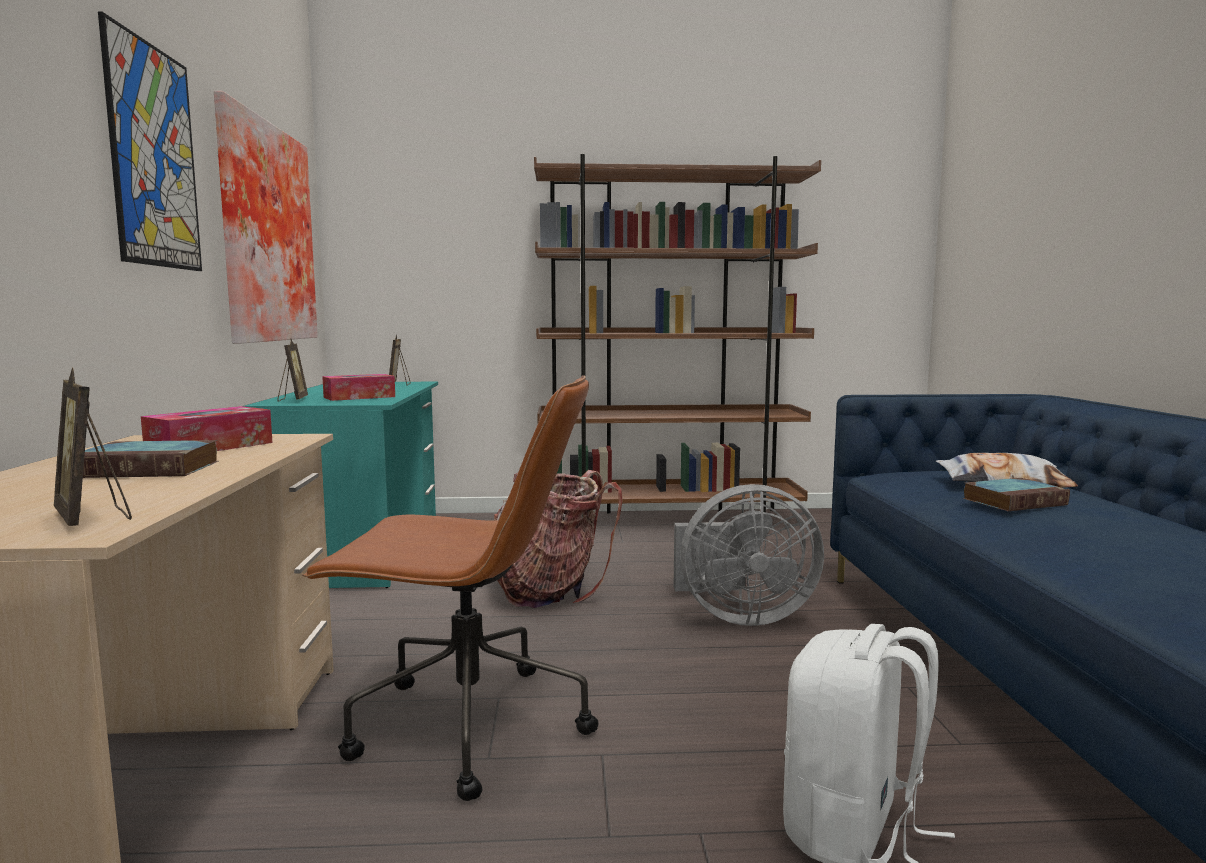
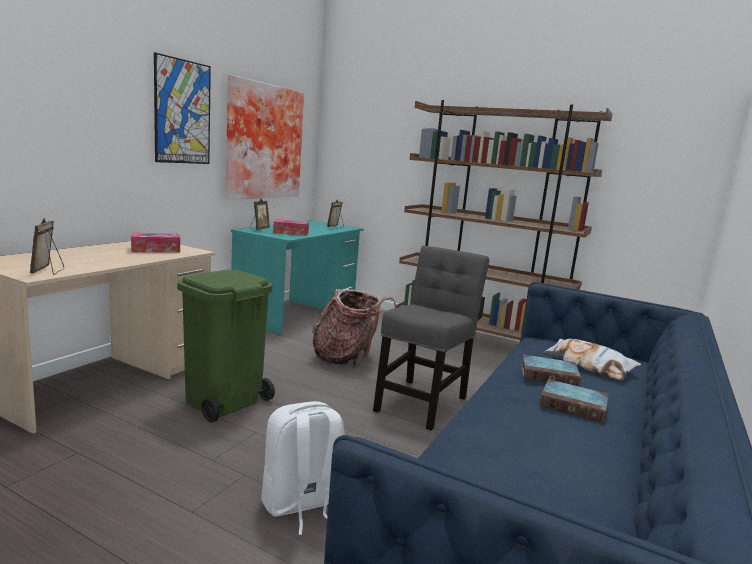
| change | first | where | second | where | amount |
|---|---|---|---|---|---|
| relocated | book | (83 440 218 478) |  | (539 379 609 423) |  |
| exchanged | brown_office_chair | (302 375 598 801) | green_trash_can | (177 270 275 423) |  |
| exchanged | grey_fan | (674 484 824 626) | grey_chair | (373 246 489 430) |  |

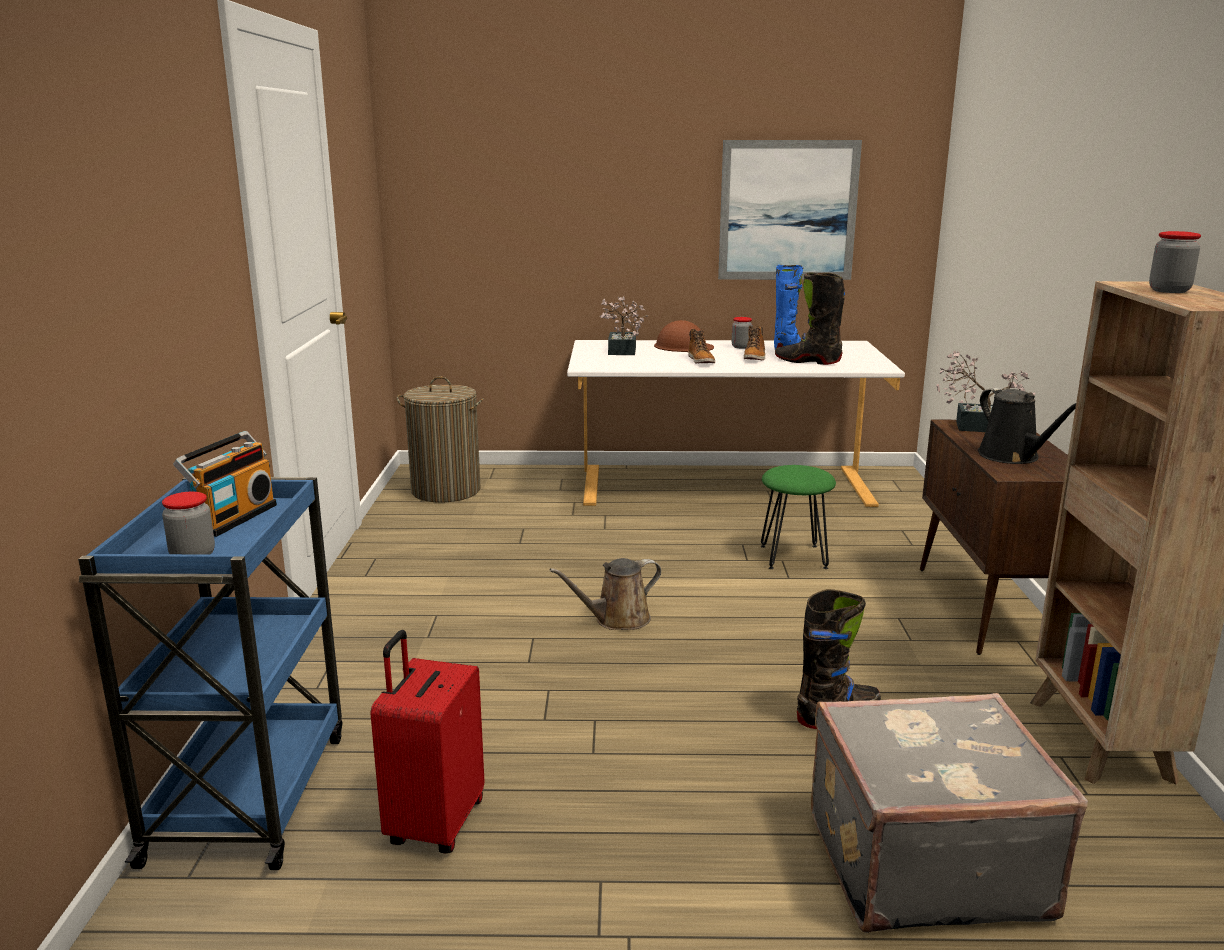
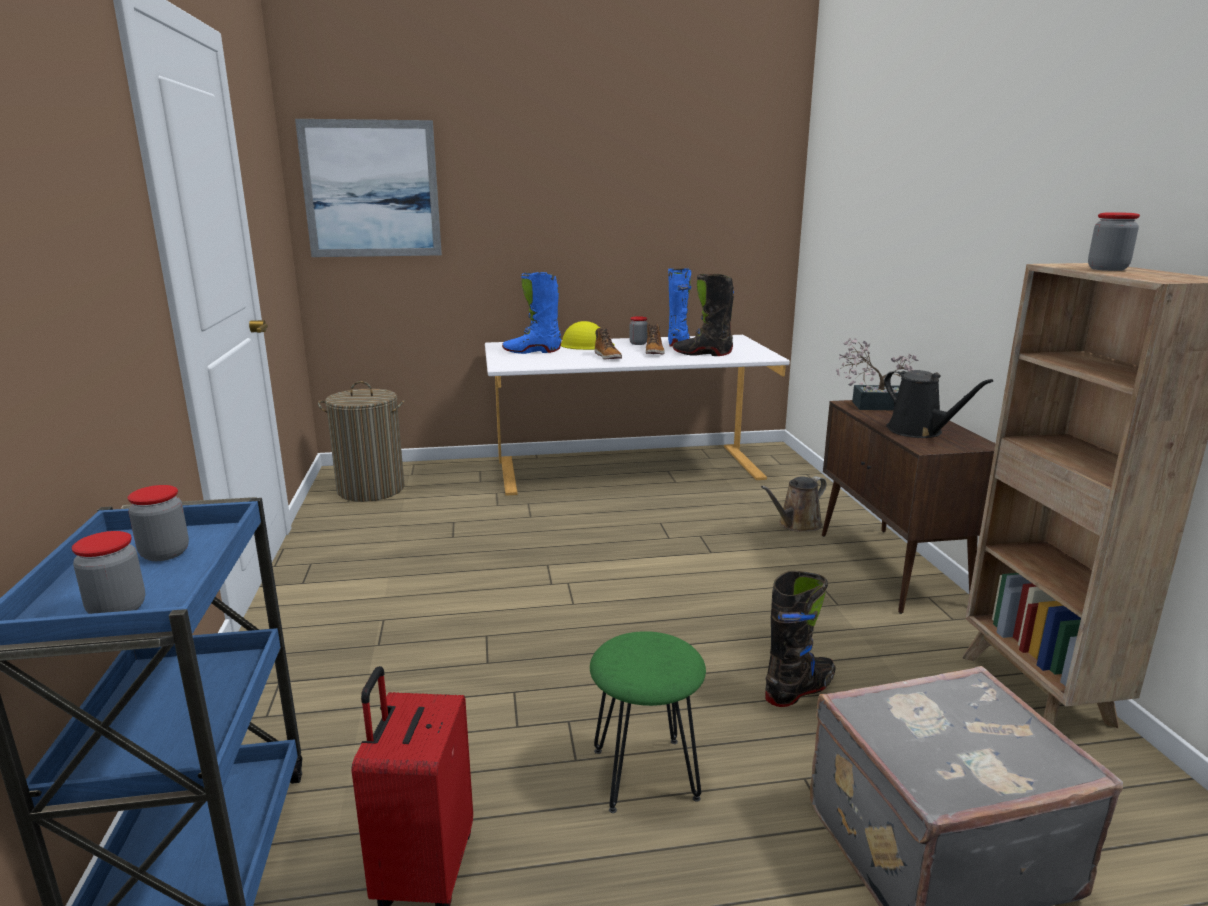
| change | first | where | second | where | amount |
|---|---|---|---|---|---|
| exchanged | radio | (173 431 277 537) | jar | (128 485 189 561) |  |
| relocated | brown_watering_can | (550 558 661 630) |  | (761 476 826 532) |  |
| exchanged | potted_plant | (599 297 648 355) | blue_boot | (502 272 561 354) |  |
| colour | brown_hard_hat | (654 320 714 352) | yellow_hard_hat | (561 321 615 350) |  |
| relocated | picture | (718 140 862 280) |  | (295 119 442 257) |  |
| relocated | green_stool | (761 465 836 569) |  | (590 631 706 813) |  |

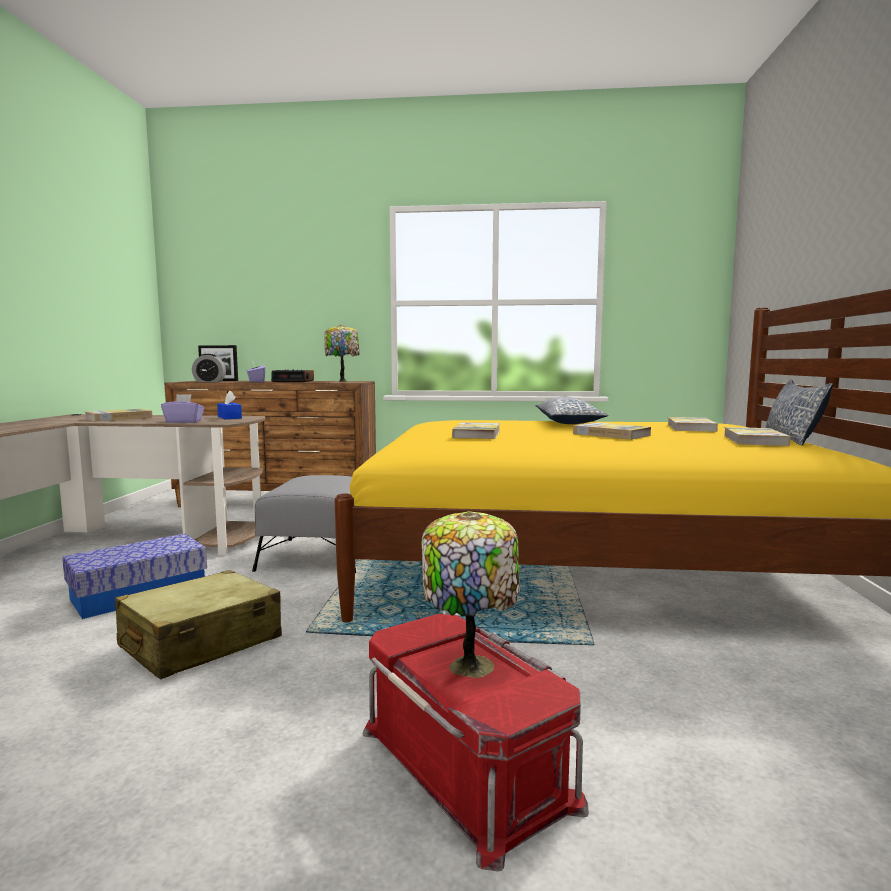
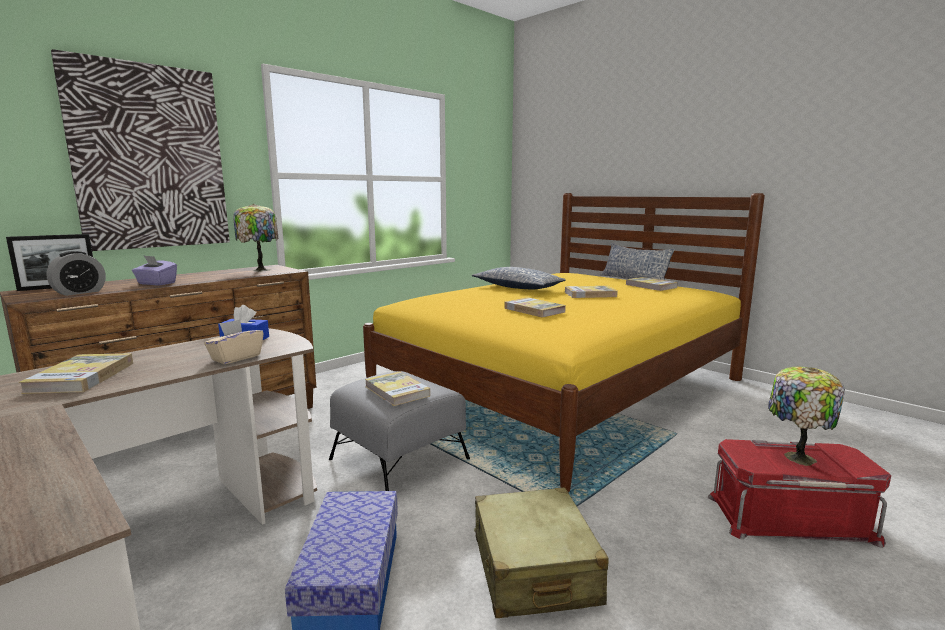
| change | first | where | second | where | amount |
|---|---|---|---|---|---|
| colour | purple_tissue_box | (161 394 204 423) | beige_tissue_box | (204 319 264 364) |  |
| missing | alarm_clock | (271 369 314 382) |  |  |  |
| relocated | book | (667 417 718 432) |  | (365 371 430 406) |  |
| appeared |  |  | picture | (51 49 230 251) |  |

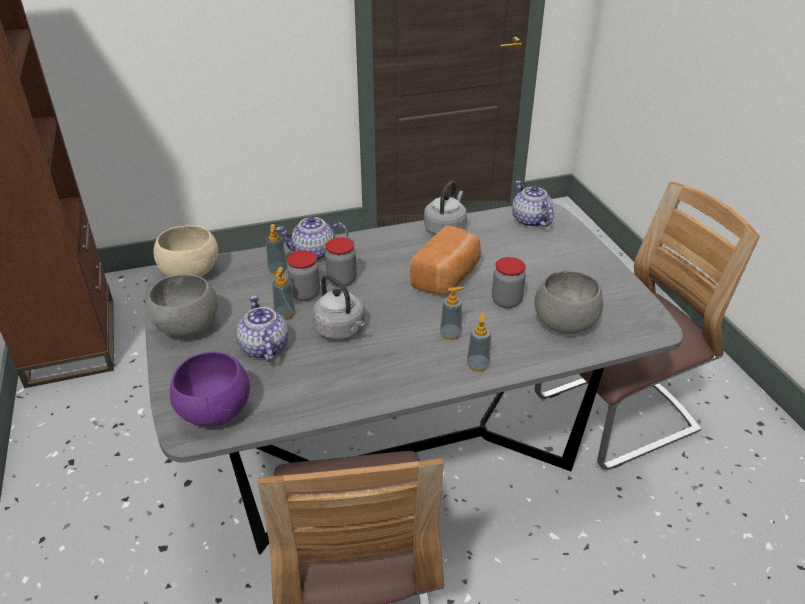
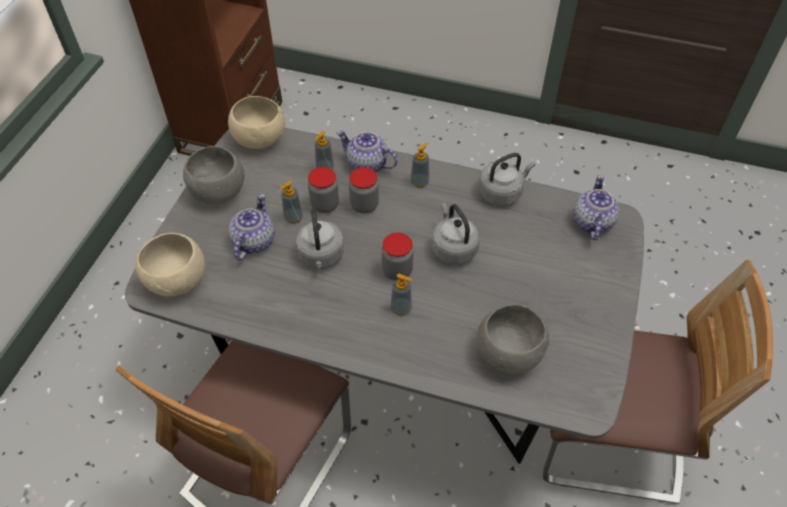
| change | first | where | second | where | amount |
|---|---|---|---|---|---|
| colour | purple_bowl | (170 352 250 426) | beige_bowl | (135 233 205 296) |  |
| exchanged | bread | (410 225 481 295) | grey_kettle | (432 203 480 265) |  |
| relocated | soap_dispenser | (467 312 491 372) |  | (411 142 429 188) |  |
| relocated | jar | (492 257 526 308) |  | (382 233 413 280) |  |

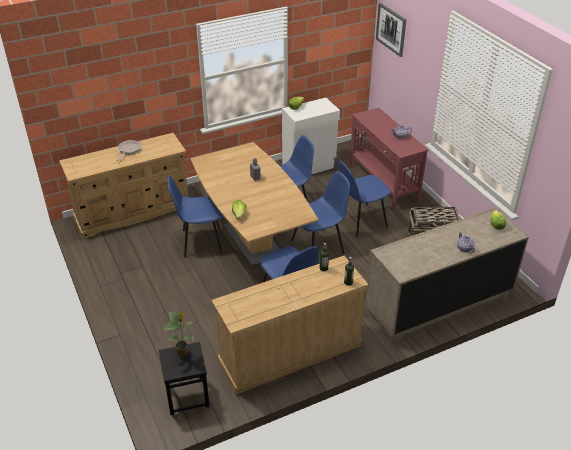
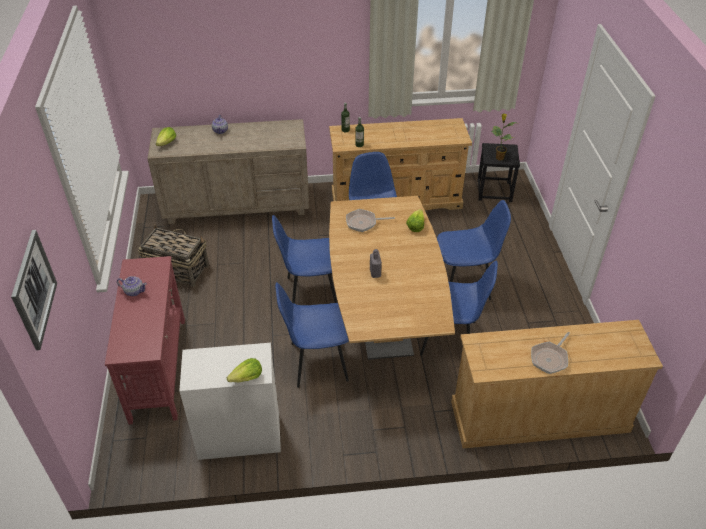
| change | first | where | second | where | amount |
|---|---|---|---|---|---|
| relocated | blue_chair | (338 160 391 237) |  | (437 200 511 300) |  |
| appeared |  |  | frying_pan | (346 209 395 232) |  |

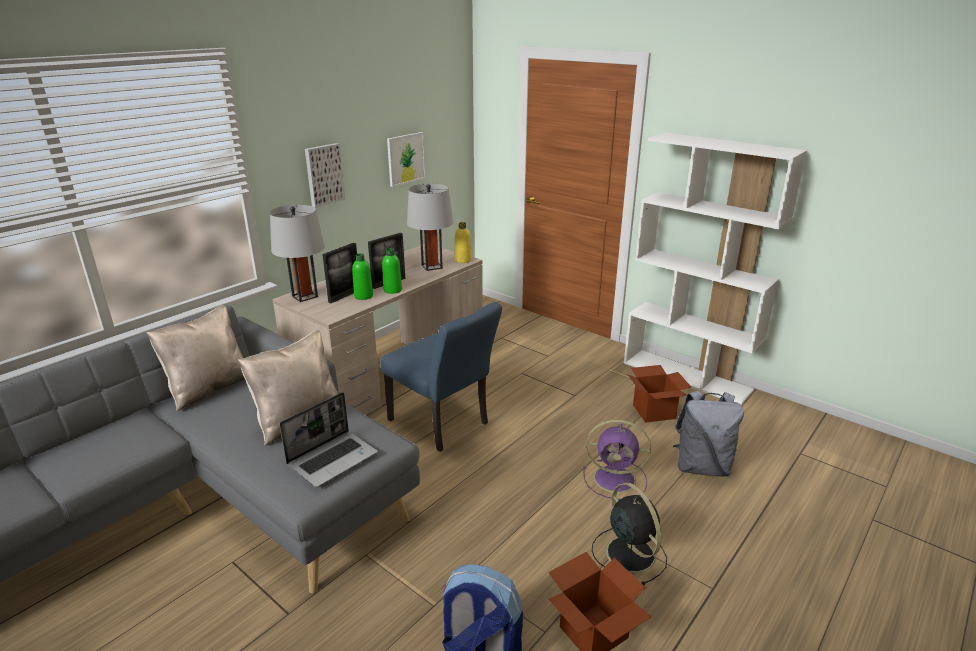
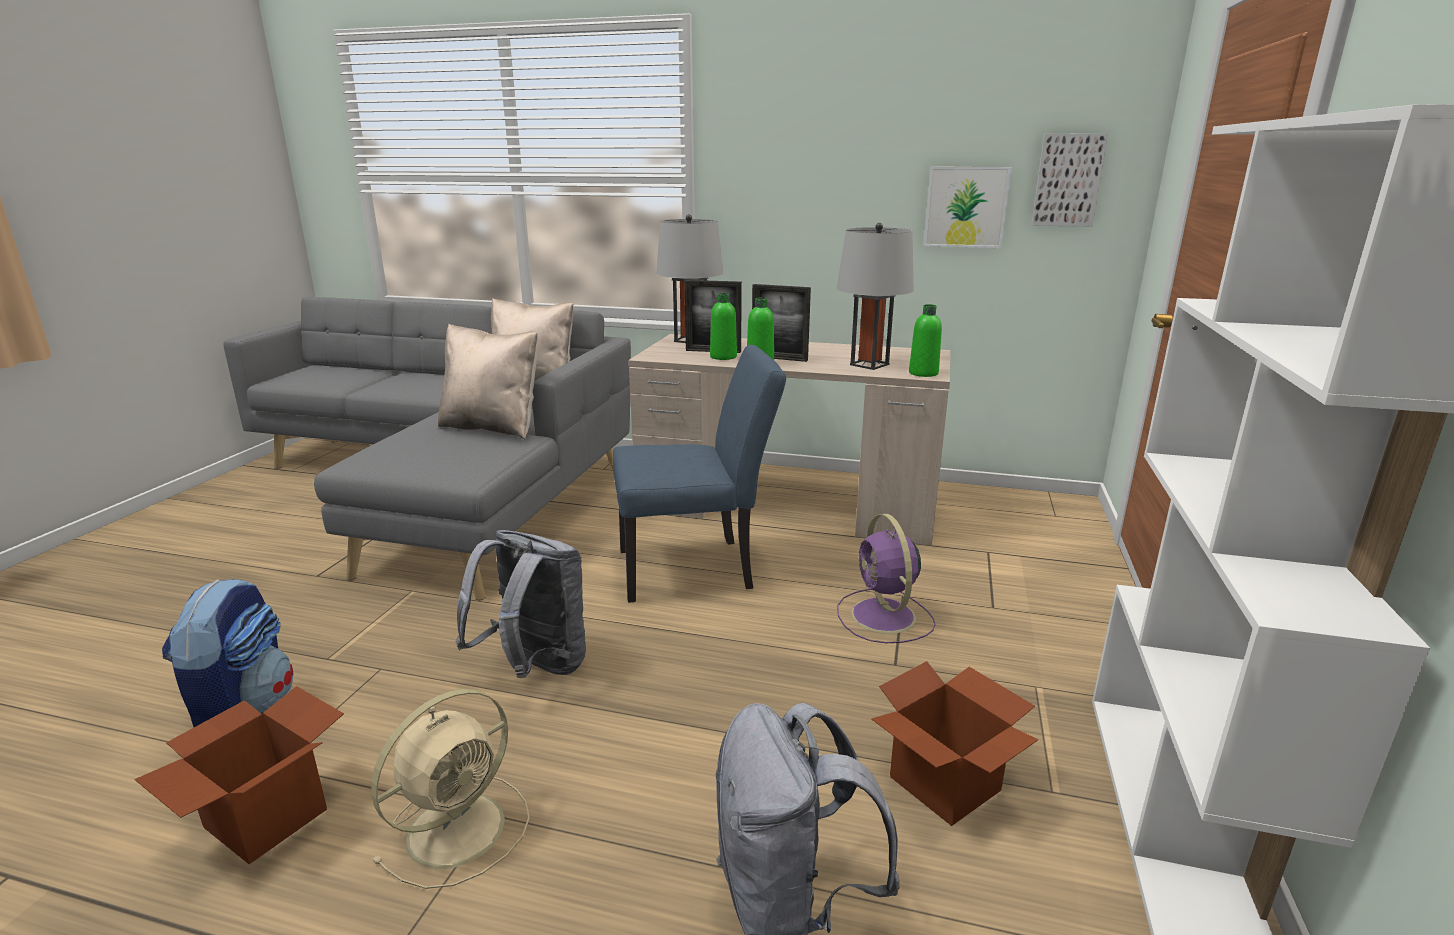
| change | first | where | second | where | amount |
|---|---|---|---|---|---|
| missing | laptop | (279 392 378 487) |  |  |  |
| relocated | picture | (305 143 345 207) |  | (1031 133 1108 227) |  |
| spun | blue_chair | (380 302 502 452) |  | (613 345 786 603) | 120 degrees counterclockwise |
| colour | yellow_bottle | (455 222 471 263) | green_bottle | (909 304 942 377) |  |
| relocated | purple_fan | (583 420 651 500) |  | (837 514 936 643) |  |
| colour | black_fan | (592 482 667 585) | beige_fan | (371 689 530 889) |  |
| appeared |  |  | grey_backpack | (455 530 586 678) |  |

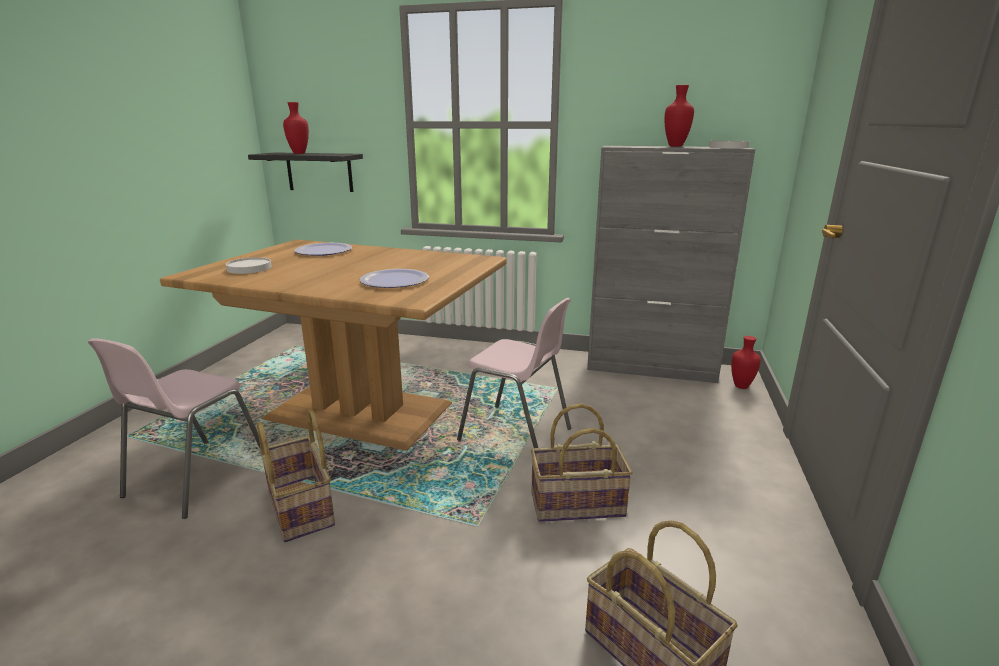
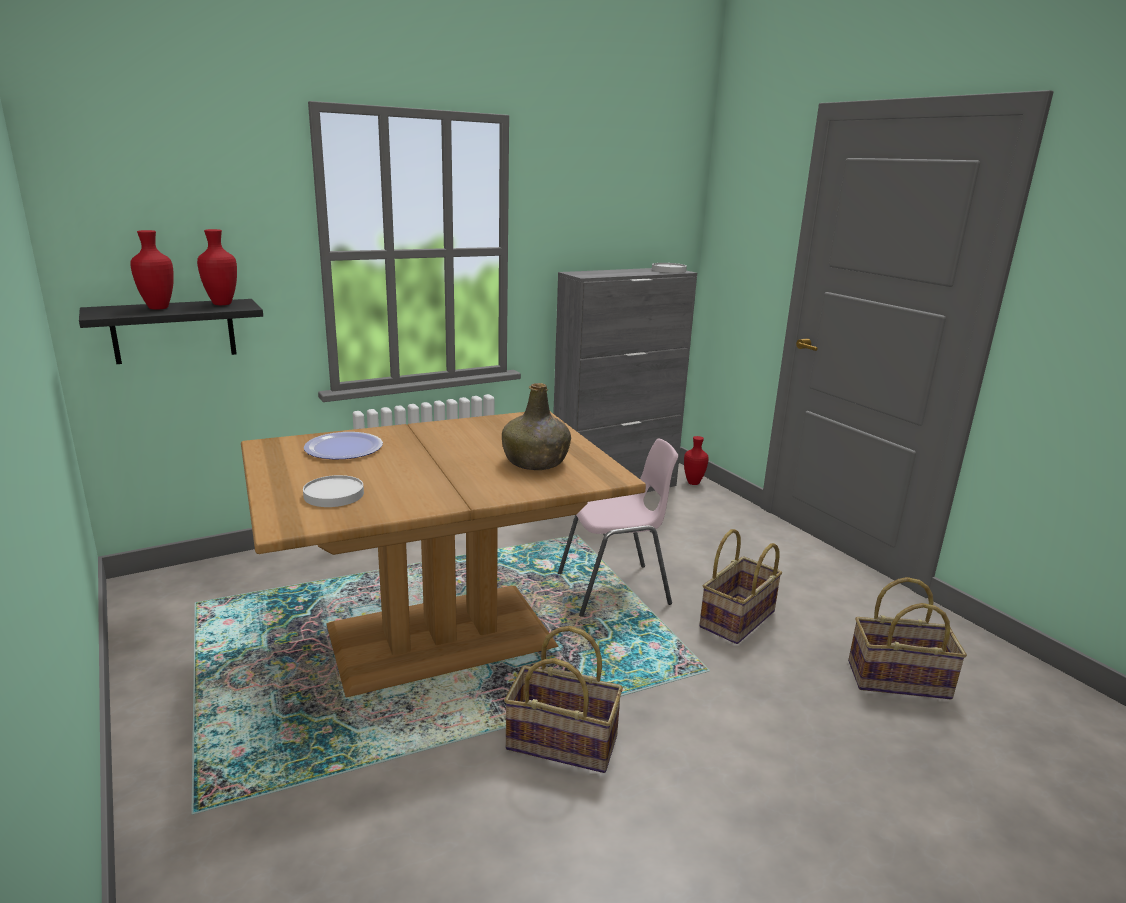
| change | first | where | second | where | amount |
|---|---|---|---|---|---|
| missing | pink_chair | (88 338 261 519) |  |  |  |
| exchanged | plate | (359 269 429 288) | green_bottle | (502 383 571 470) |  |
| relocated | red_vase | (665 85 694 147) |  | (197 229 237 305) |  |

